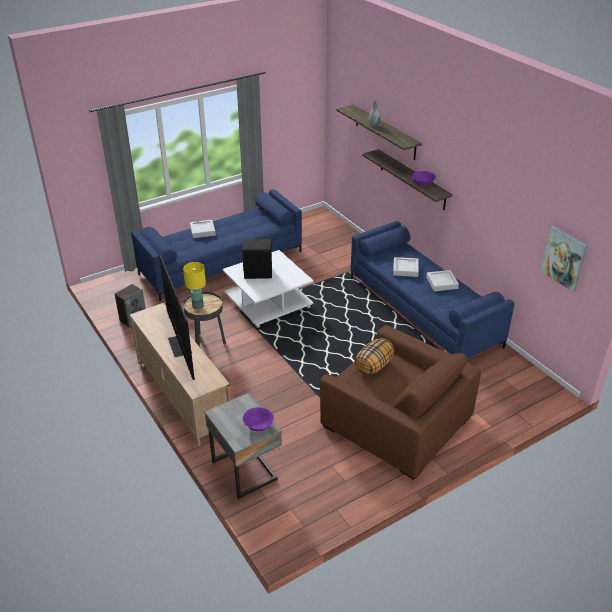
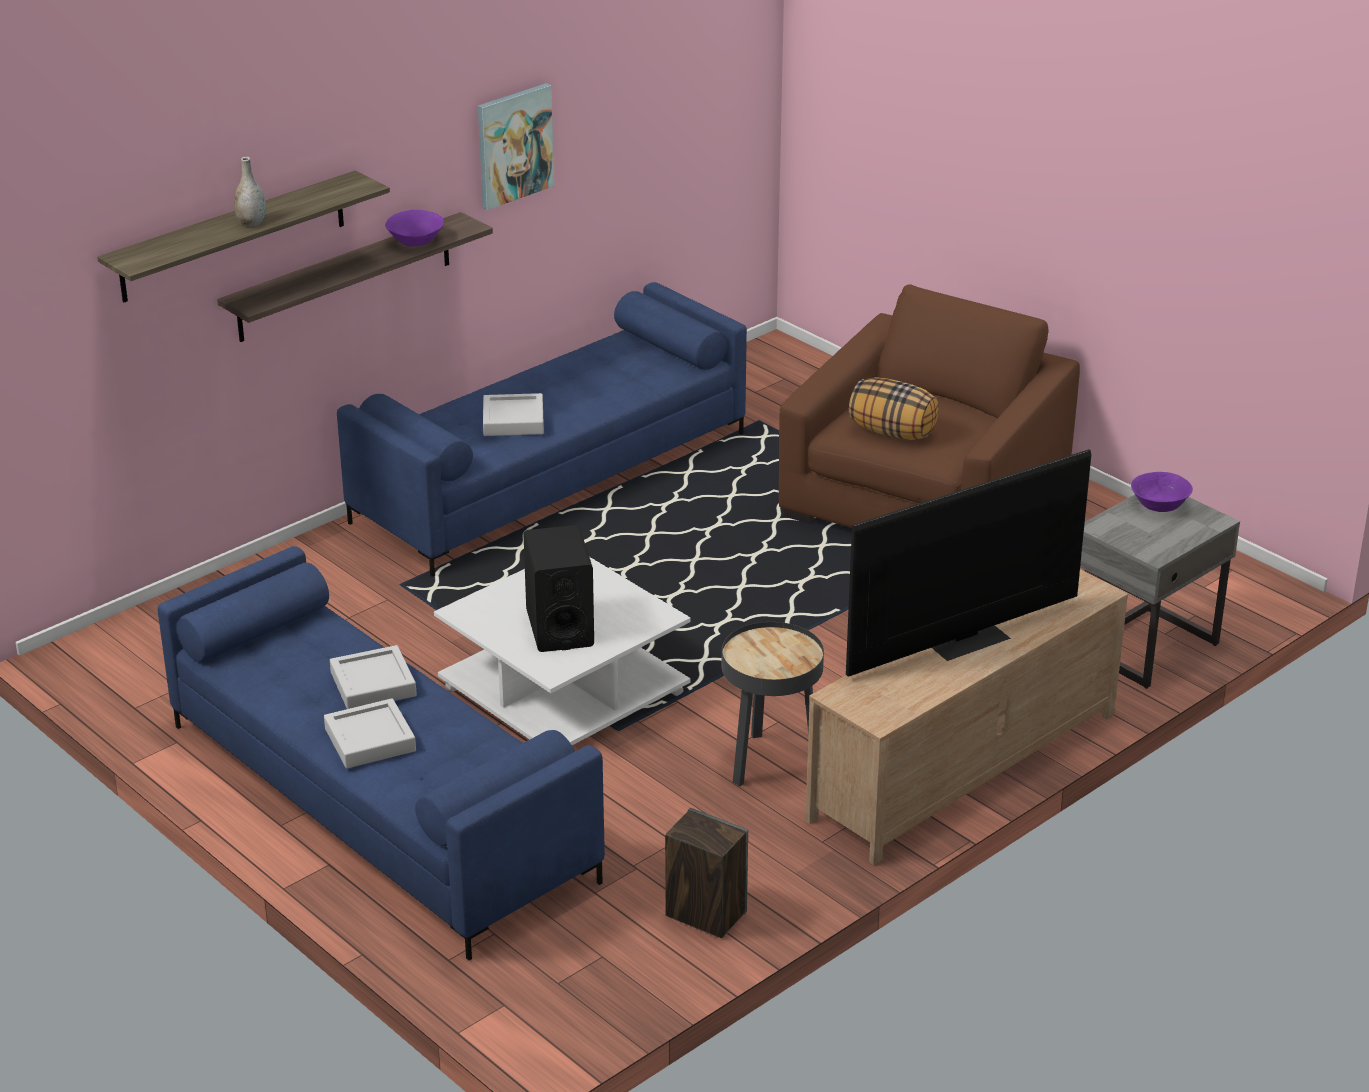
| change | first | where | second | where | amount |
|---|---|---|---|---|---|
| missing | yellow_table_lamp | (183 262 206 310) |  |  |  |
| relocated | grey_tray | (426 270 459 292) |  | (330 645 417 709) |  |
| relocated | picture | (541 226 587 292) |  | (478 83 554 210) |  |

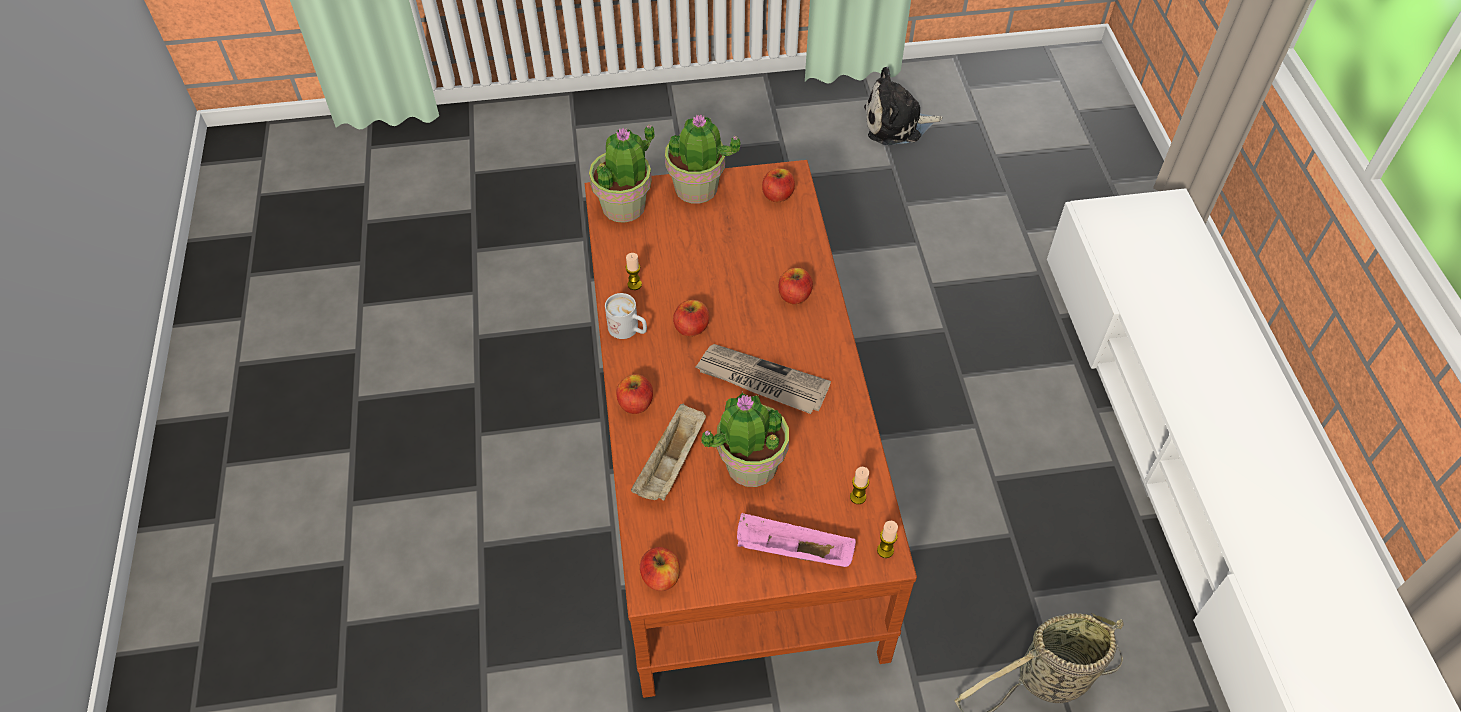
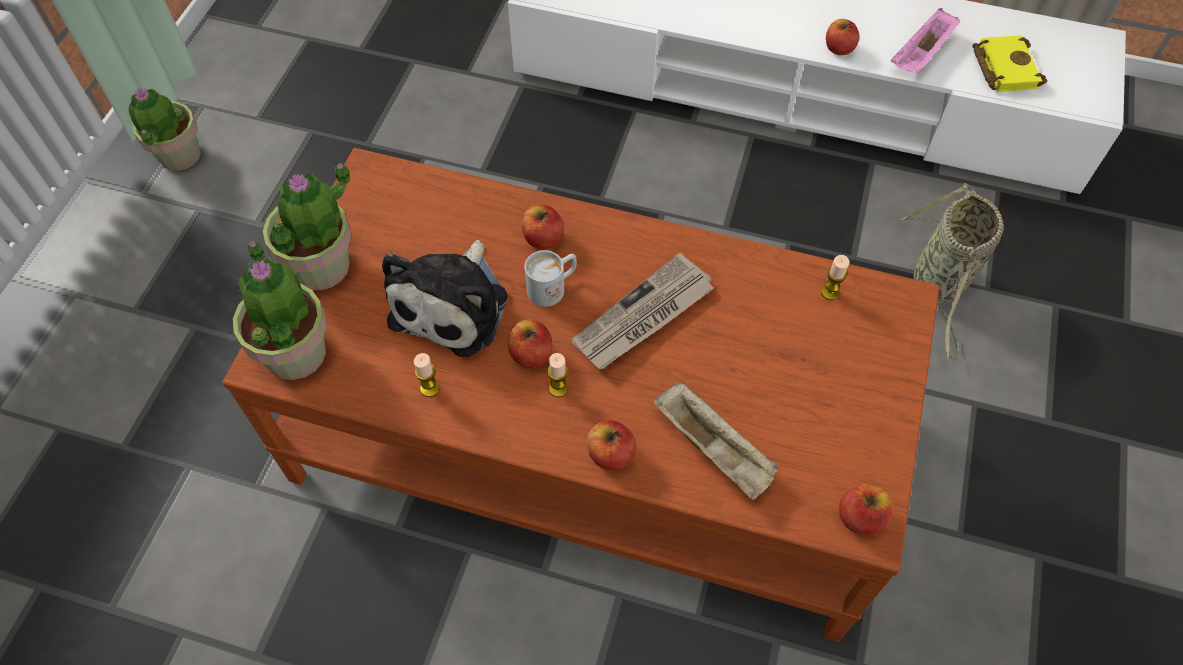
| change | first | where | second | where | amount |
|---|---|---|---|---|---|
| relocated | white_mug | (605 293 647 339) |  | (525 250 577 307) |  |
| relocated | potted_plant | (701 392 789 487) |  | (127 88 201 171) |  |
| relocated | pink_tray | (737 513 856 567) |  | (891 8 961 73) |  |
| relocated | apple | (762 168 795 202) |  | (826 19 859 55) |  |
| relocated | plush_toy | (864 67 943 145) |  | (382 240 508 357) |  |
| relocated | candle | (877 521 898 558) |  | (547 353 568 397) |  |
| appeared |  |  | yellow_book | (972 35 1047 92) |  |

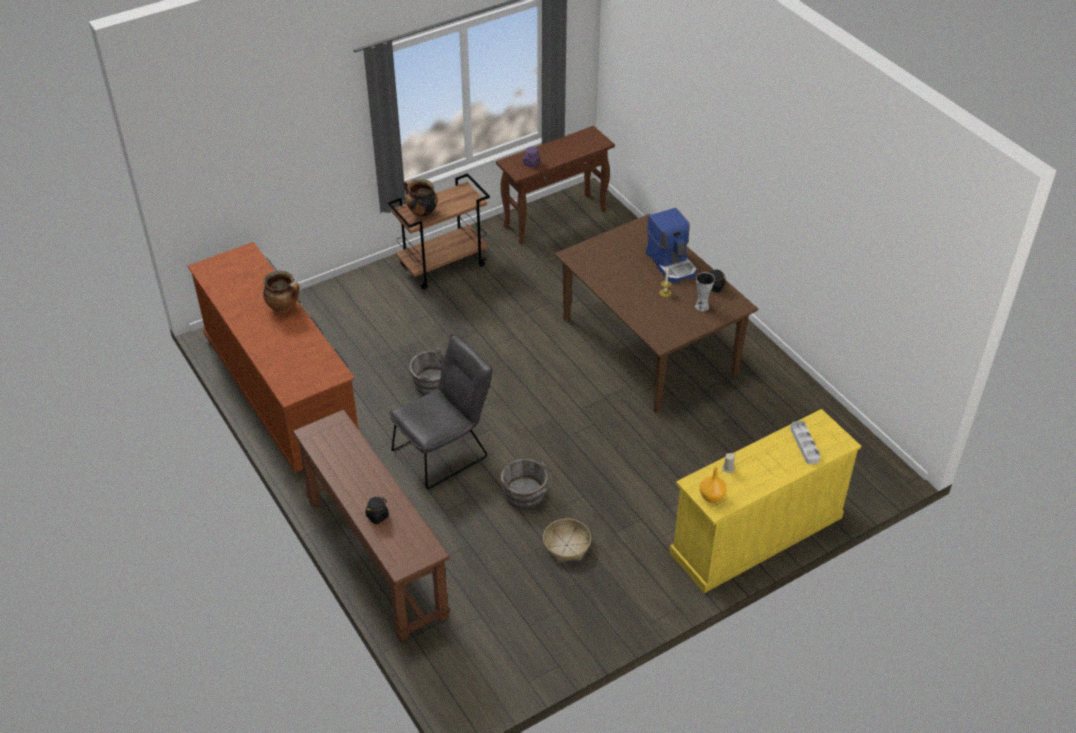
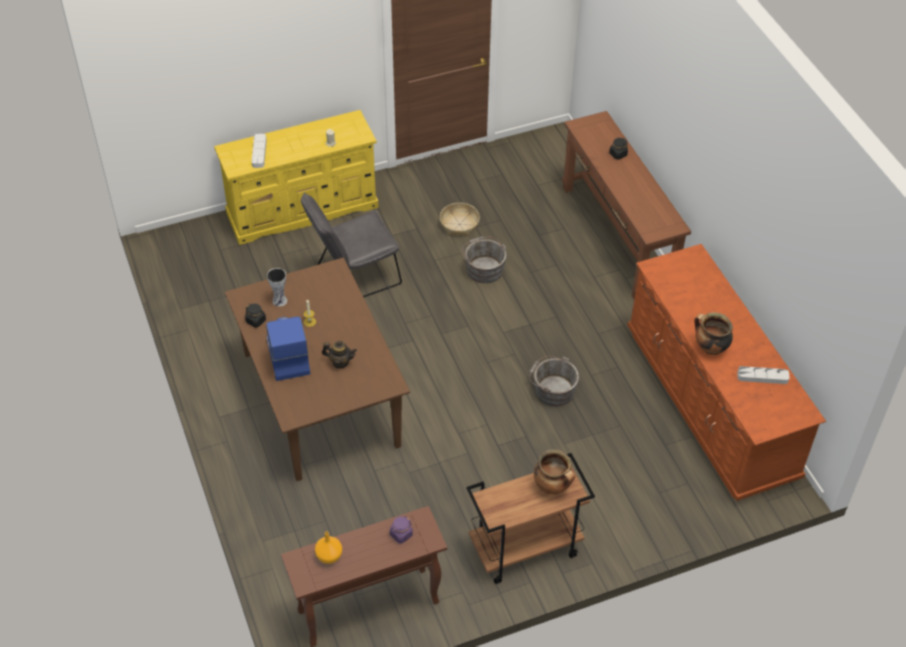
| change | first | where | second | where | amount |
|---|---|---|---|---|---|
| relocated | grey_chair | (389 334 493 489) |  | (301 192 402 297) |  |
| relocated | orange_vase | (700 467 727 503) |  | (315 531 342 564) |  |
| appeared |  |  | teapot | (322 341 357 368) |  |
| appeared |  |  | grey_tray | (737 366 790 384) |  |

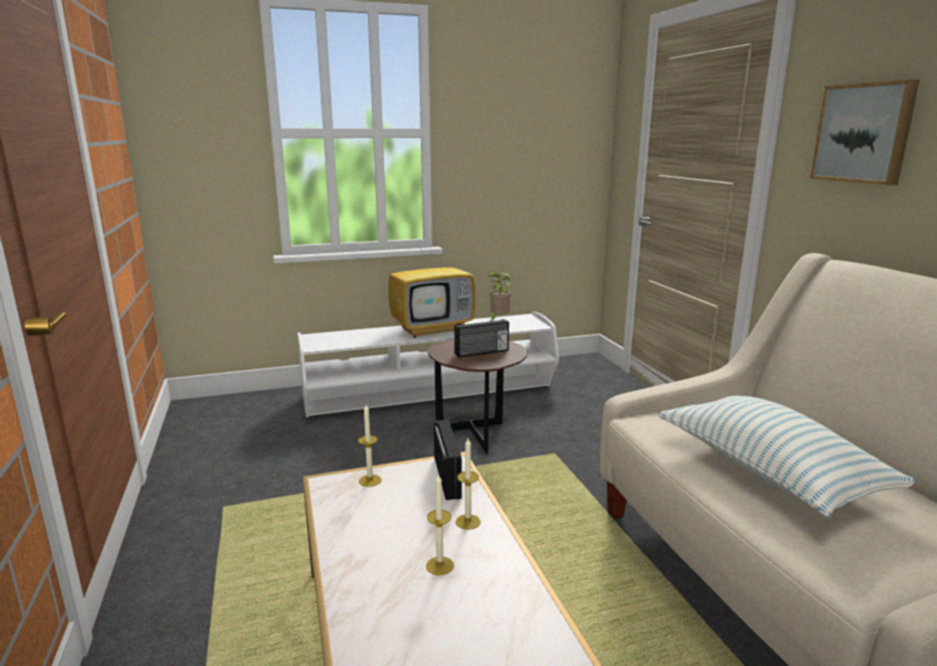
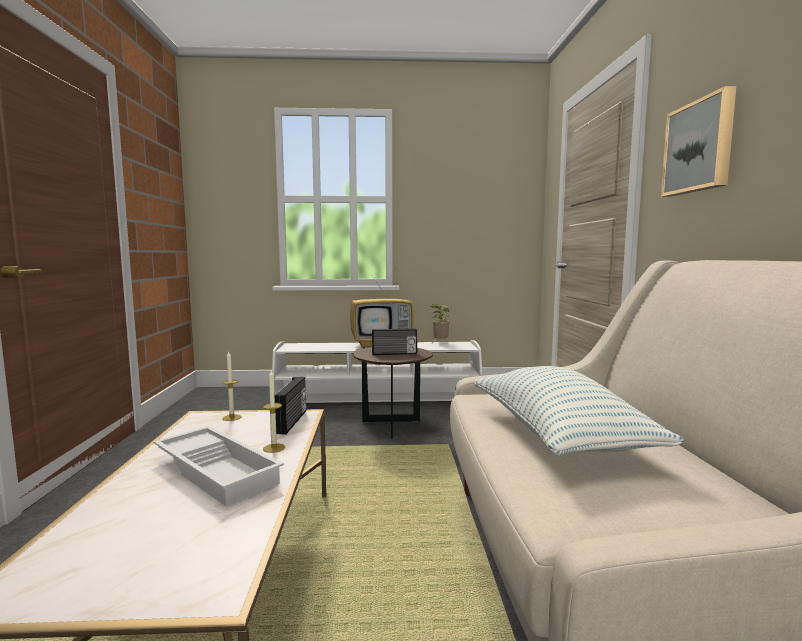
| change | first | where | second | where | amount |
|---|---|---|---|---|---|
| exchanged | candle | (426 473 454 575) | white_tray | (153 426 284 506) |  |

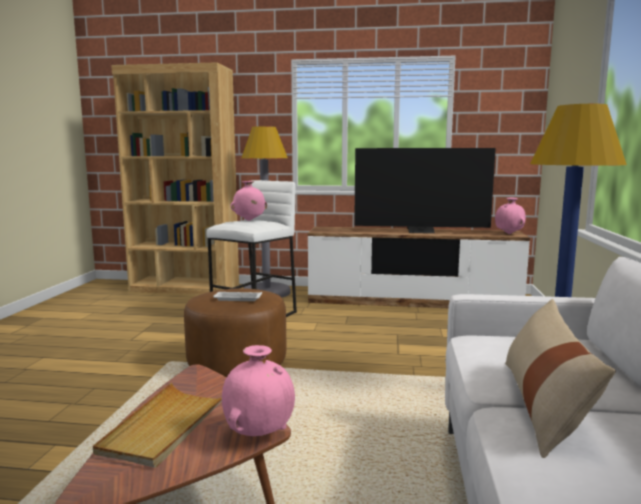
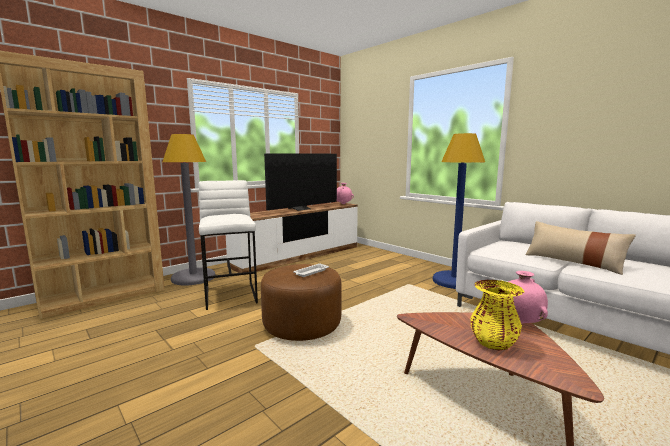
| change | first | where | second | where | amount |
|---|---|---|---|---|---|
| exchanged | beige_tray | (93 382 222 468) | yellow_vase | (470 280 525 351) |  |
| missing | pink_vase | (230 181 267 221) |  |  |  |

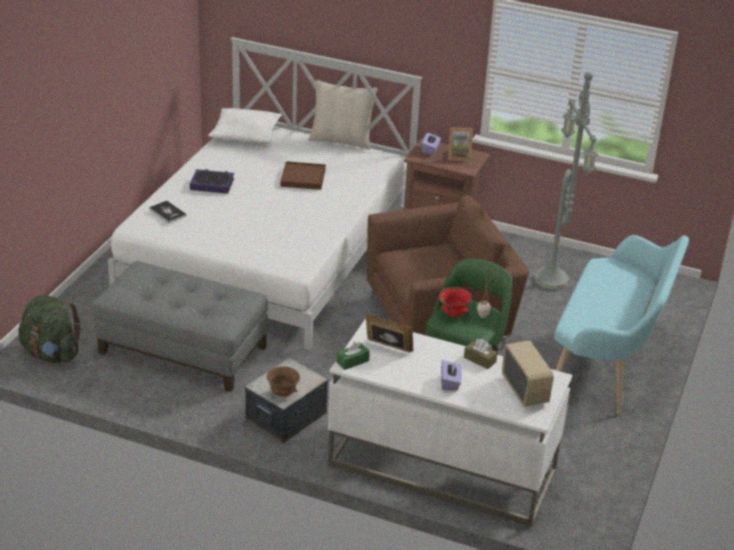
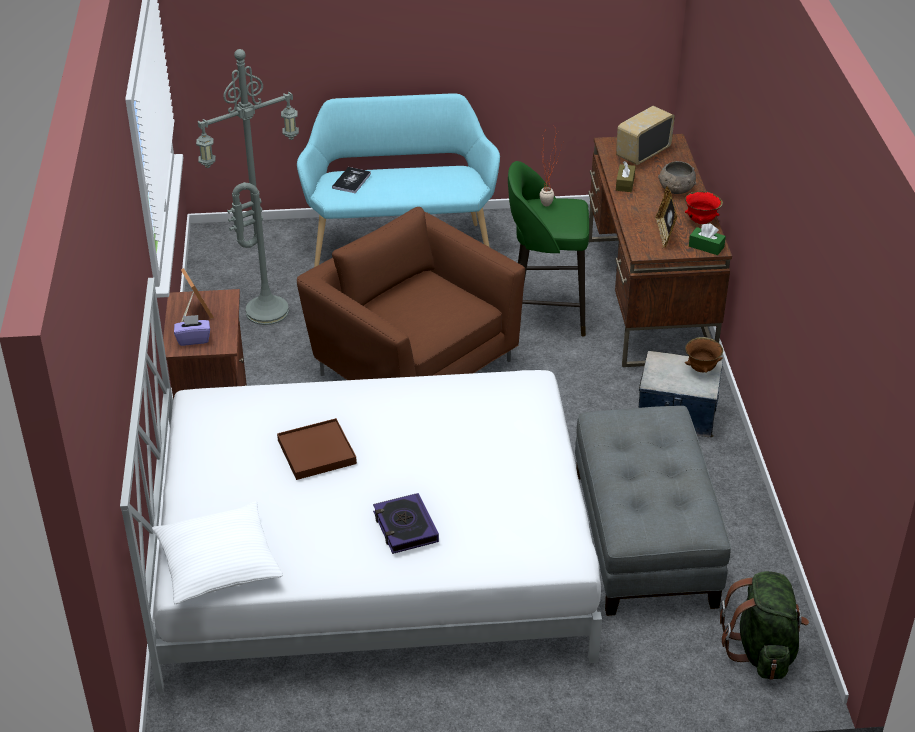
| change | first | where | second | where | amount |
|---|---|---|---|---|---|
| relocated | book | (149 201 187 223) |  | (332 167 371 193) |  |
| missing | beige_pillow | (309 80 378 150) |  |  |  |
| colour | white_desk | (328 319 572 527) | brown_desk | (588 134 732 367) |  |
| relocated | red_bowl | (439 287 472 317) |  | (685 191 723 224) |  |
| exchanged | purple_tissue_box | (441 360 462 391) | grey_bowl | (658 161 696 194) |  |

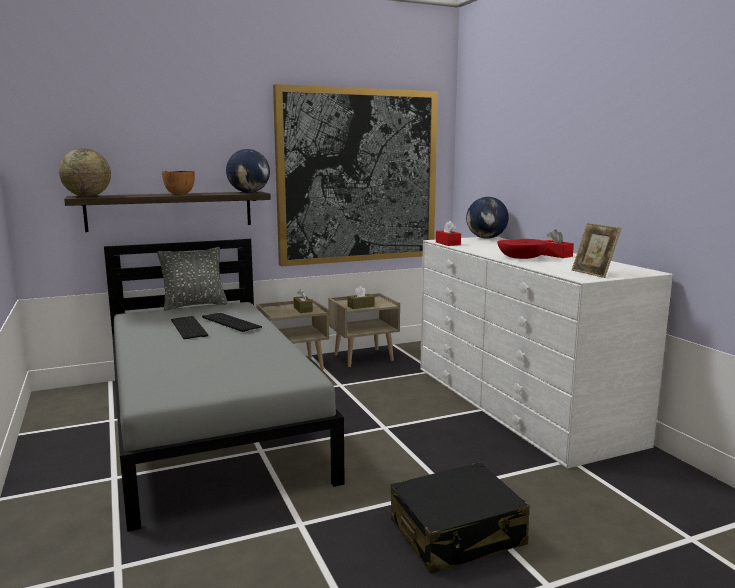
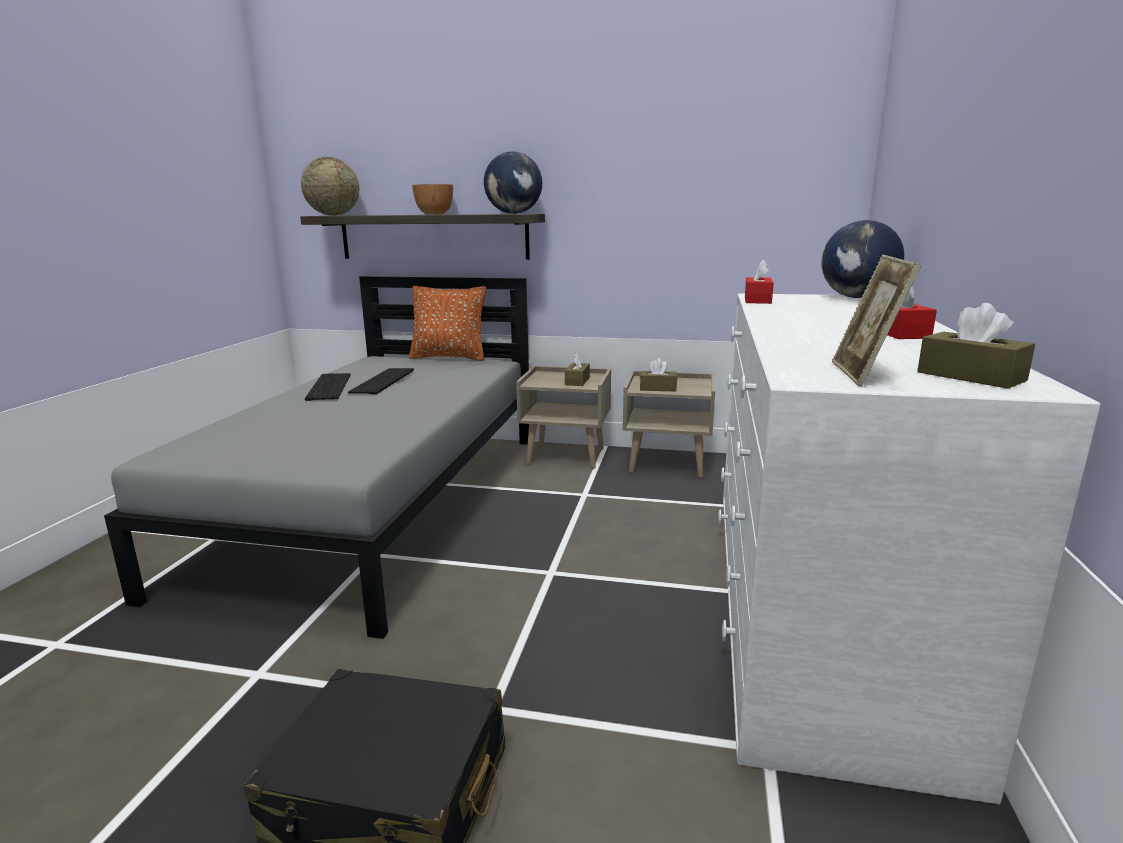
| change | first | where | second | where | amount |
|---|---|---|---|---|---|
| colour | grey_pillow | (157 247 227 311) | orange_pillow | (409 286 486 361) |  |
| relocated | keyboard | (202 313 262 332) |  | (305 373 351 401) |  |
| missing | picture | (273 84 438 267) |  |  |  |
| missing | red_bowl | (497 239 549 259) |  |  |  |
| appeared |  |  | brown_tissue_box | (917 303 1035 389) |  |

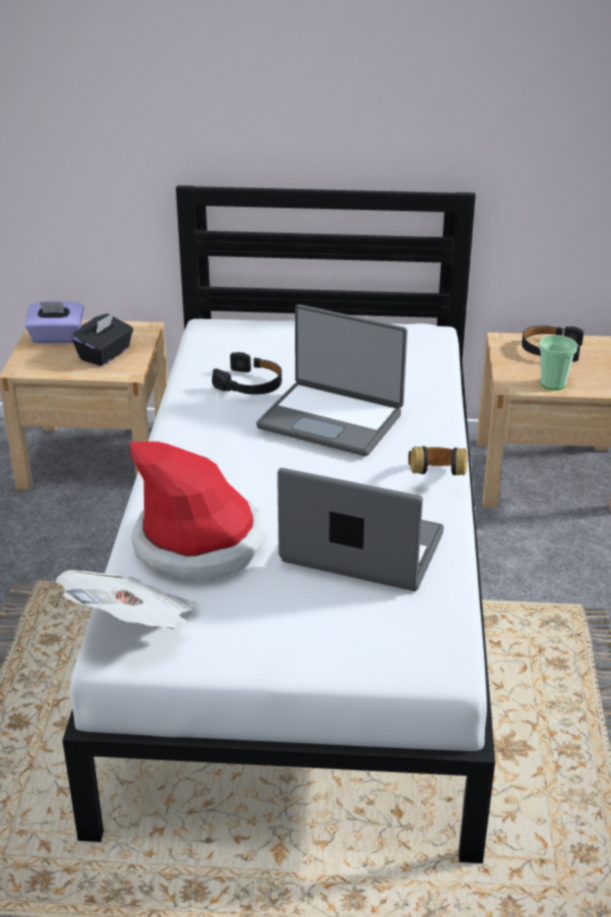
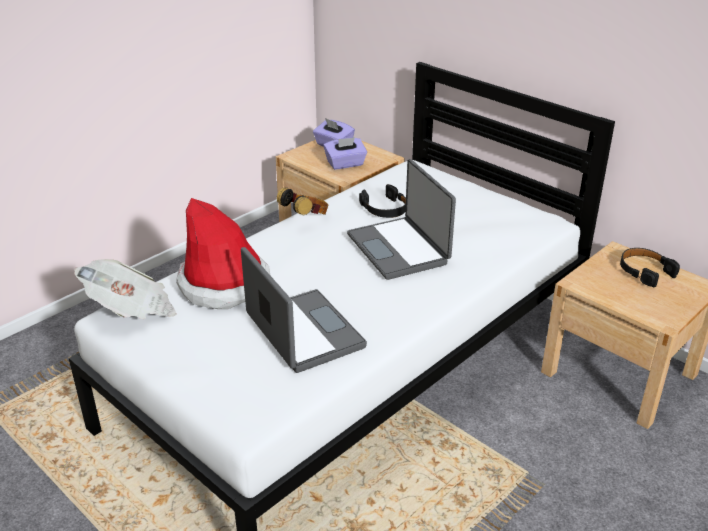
| change | first | where | second | where | amount |
|---|---|---|---|---|---|
| colour | black_tissue_box | (72 313 133 366) | purple_tissue_box | (324 137 367 170) |  |
| relocated | headphones | (408 446 467 476) |  | (277 187 328 215) |  |
| missing | cup | (539 335 578 390) |  |  |  |

